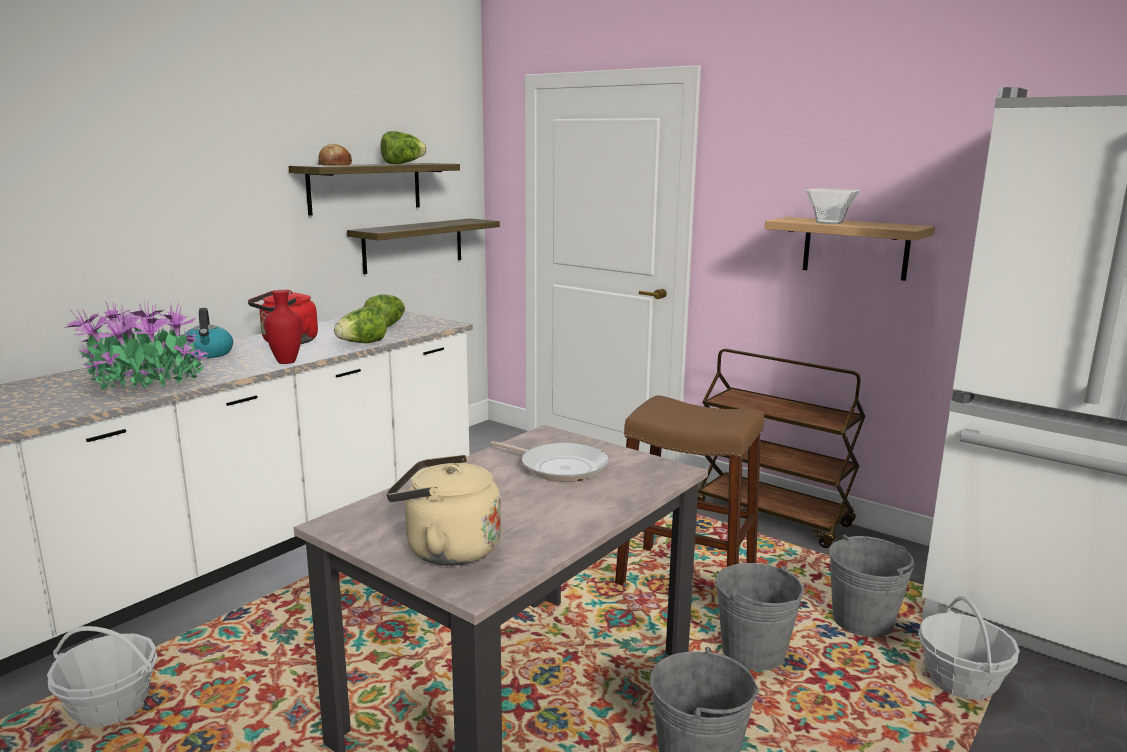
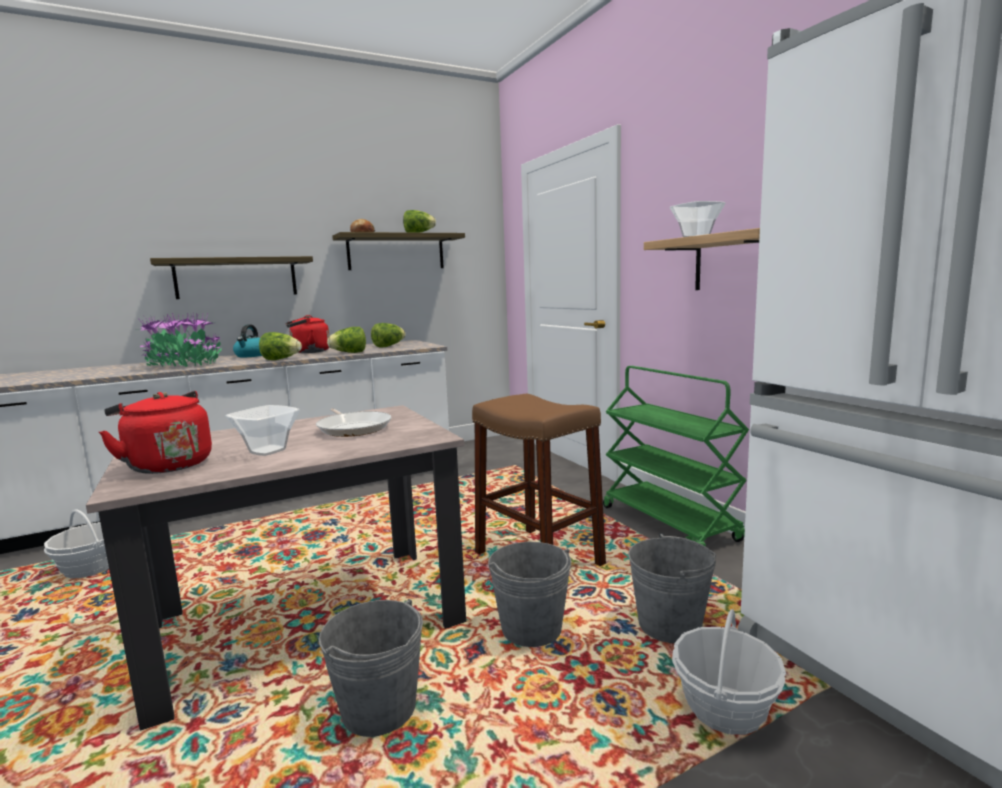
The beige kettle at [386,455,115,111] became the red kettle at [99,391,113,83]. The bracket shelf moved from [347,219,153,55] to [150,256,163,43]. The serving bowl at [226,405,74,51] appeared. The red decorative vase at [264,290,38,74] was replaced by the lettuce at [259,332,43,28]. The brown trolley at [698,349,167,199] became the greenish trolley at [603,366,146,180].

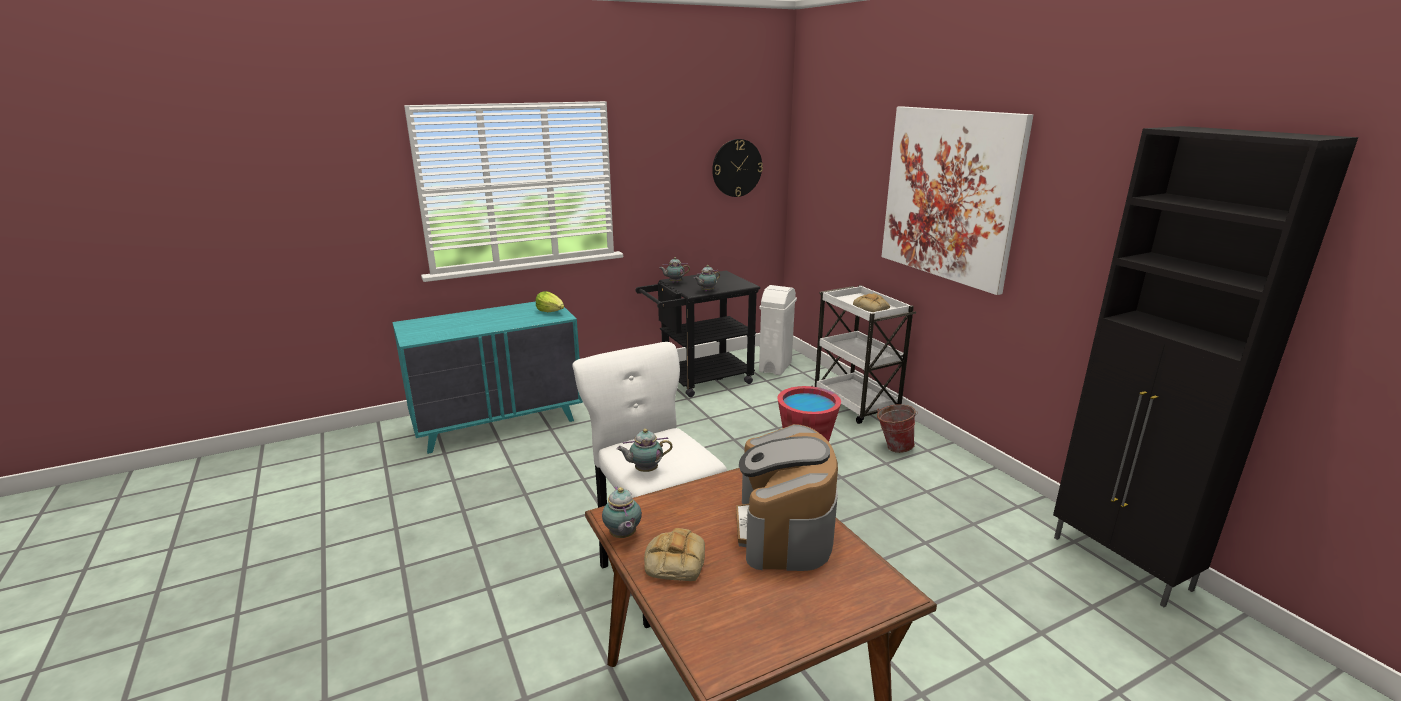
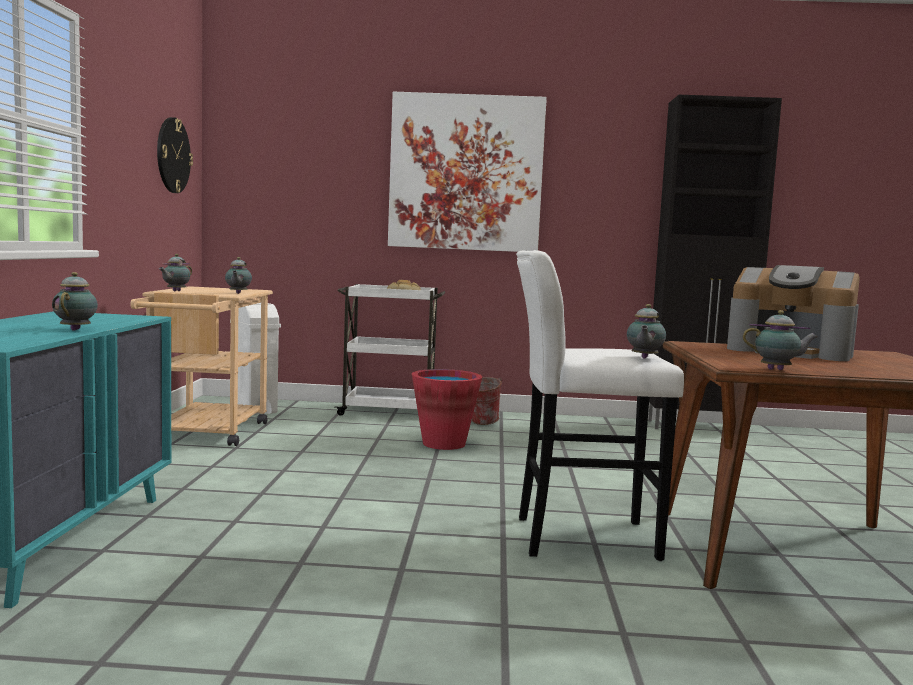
The pot for tea at [52,272,46,59] appeared. The black trolley at [635,270,125,127] became the beige trolley at [130,286,143,160]. The lettuce at [536,291,28,21] disappeared. The baked bread at [644,528,61,53] disappeared.

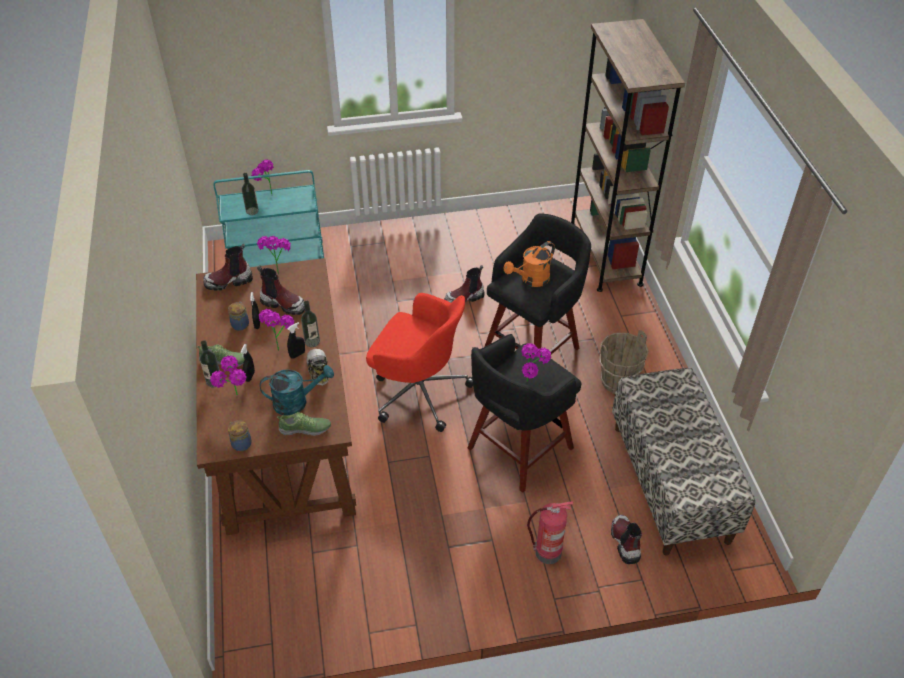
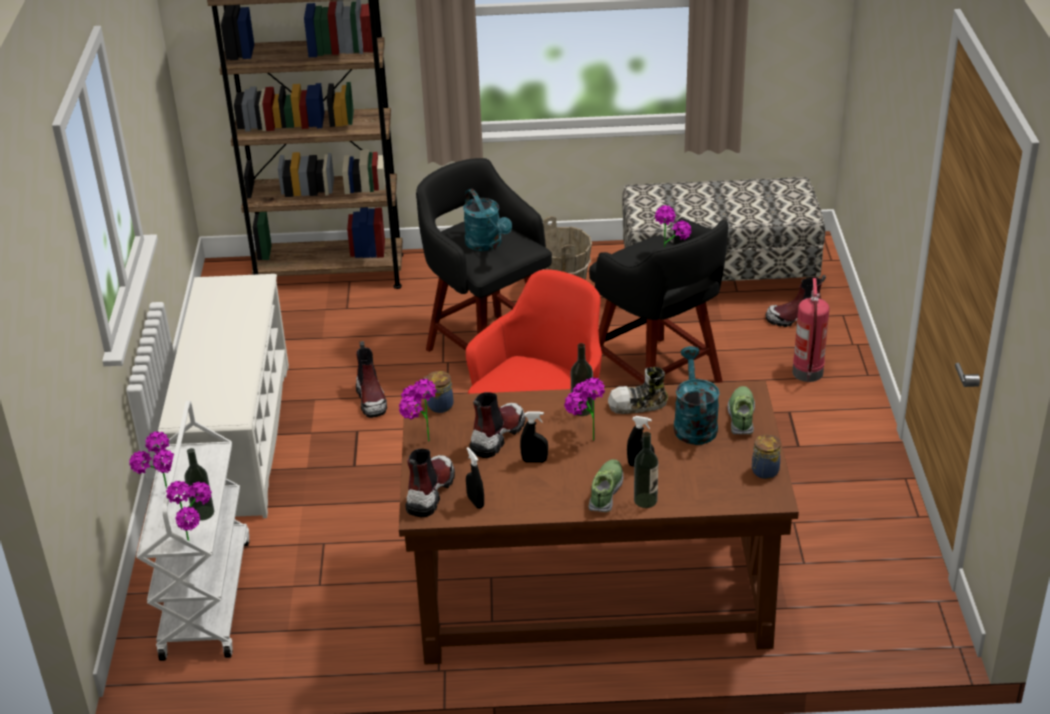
The blue-green trolley at [214,170,110,97] became the white-coloured trolley at [136,401,114,260]. The white-coloured shoe rack at [158,274,131,244] appeared. The plant in a pot moved from [210,355,37,40] to [166,481,46,60]. The tall boot at [203,244,50,47] turned 150 degrees counterclockwise. The jar moved from [228,302,21,29] to [424,371,30,42]. The orange sprinkling can at [503,241,52,46] became the blue-green sprinkling can at [463,189,49,62]. The black sprayer moved from [287,322,18,37] to [466,447,18,62].

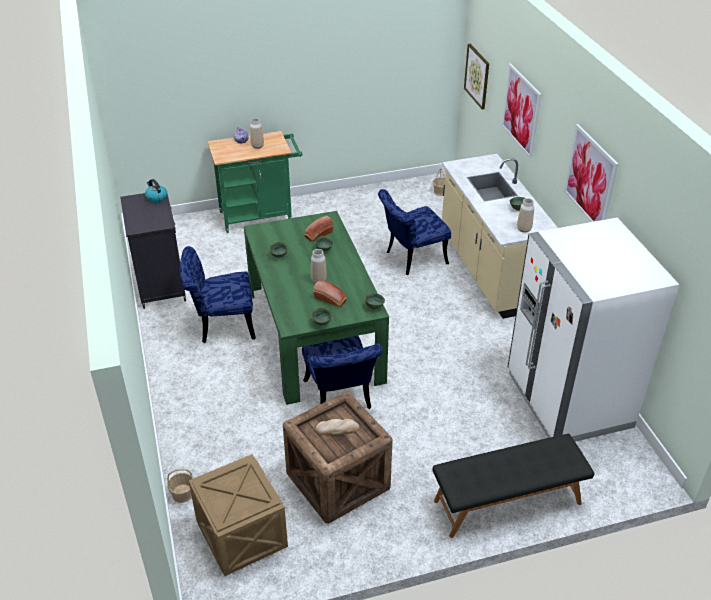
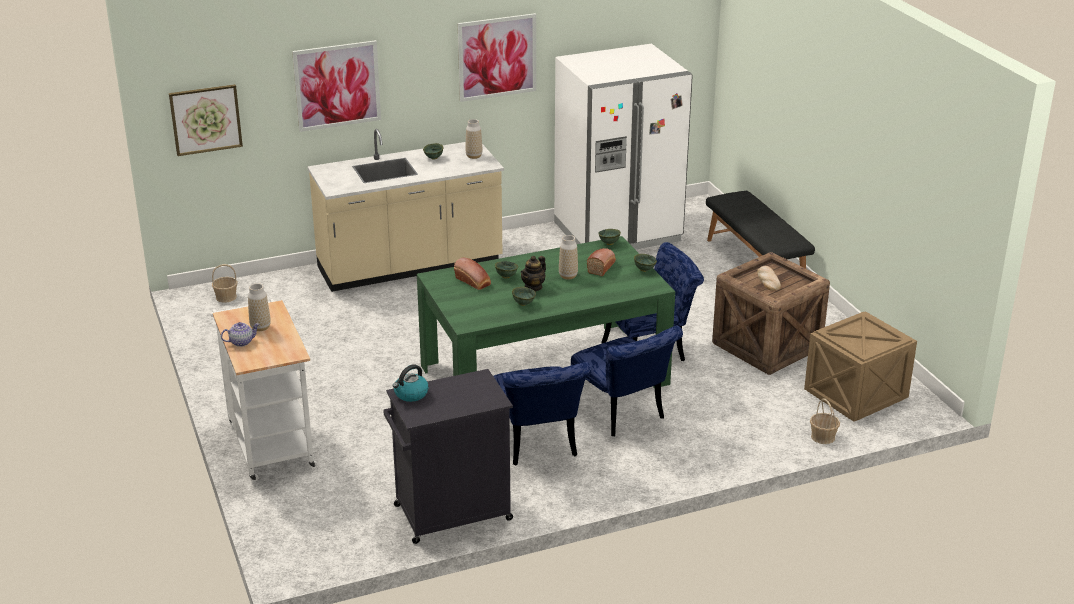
The greenish trolley at [208,131,94,102] became the white-coloured trolley at [210,299,108,183]. The pot for tea at [521,256,25,36] appeared. The blue plain chair moved from [378,189,73,86] to [571,325,112,111].

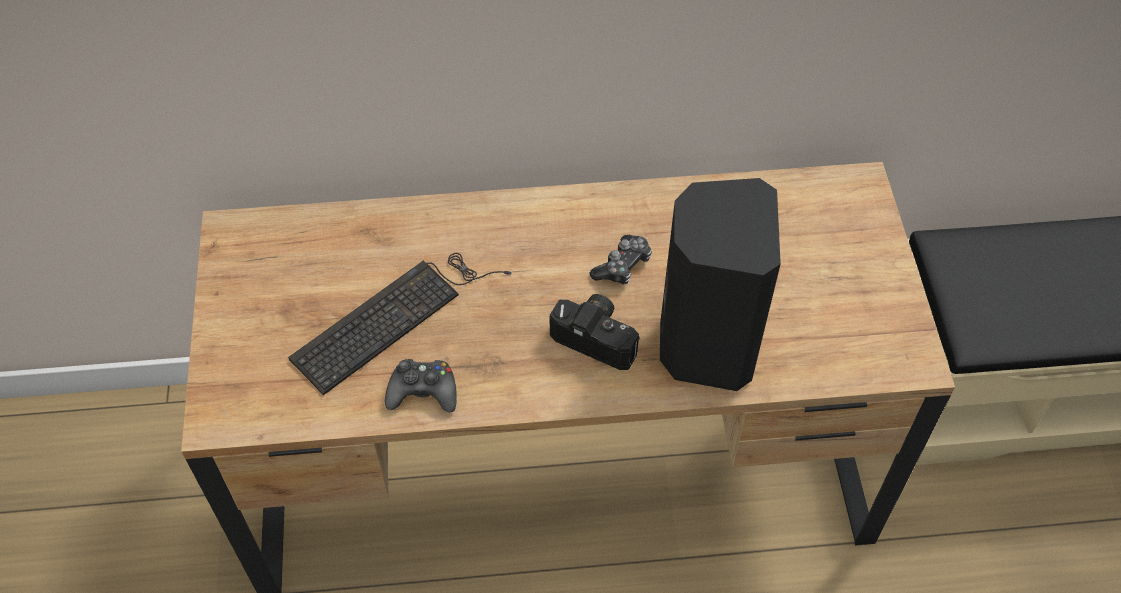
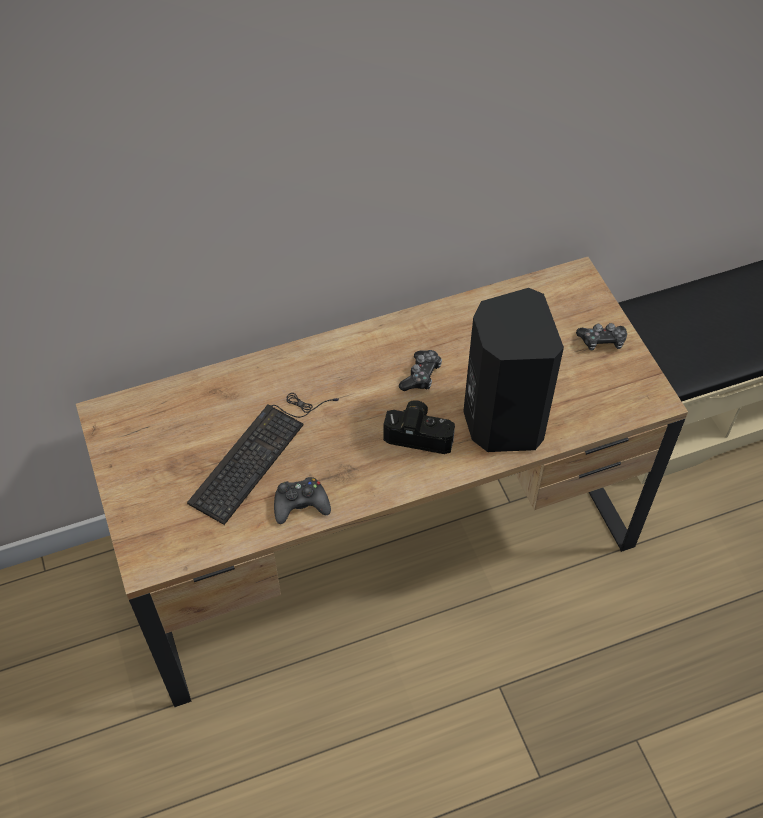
The gamepad at [576,323,51,27] appeared.

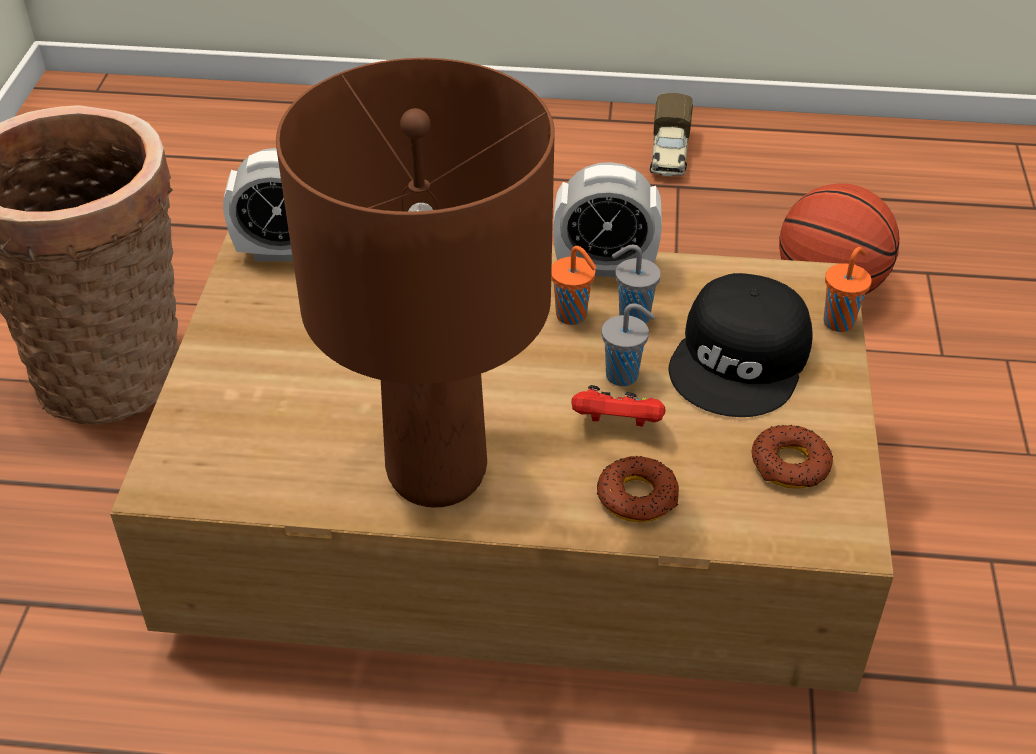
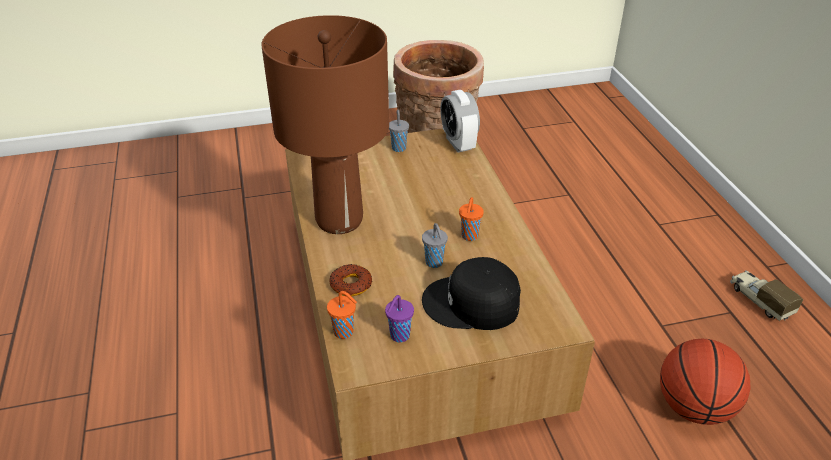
The orange small cup moved from [823,247,49,85] to [327,291,30,48]. The ring doughnut at [751,425,82,64] was replaced by the purple-coloured small cup at [385,295,29,47]. The gray small cup moved from [612,245,49,79] to [389,109,20,43]. The toy truck at [650,93,43,83] turned 75 degrees clockwise. The alarm clock at [553,162,109,115] disappeared. The red gamepad at [571,385,94,42] disappeared.

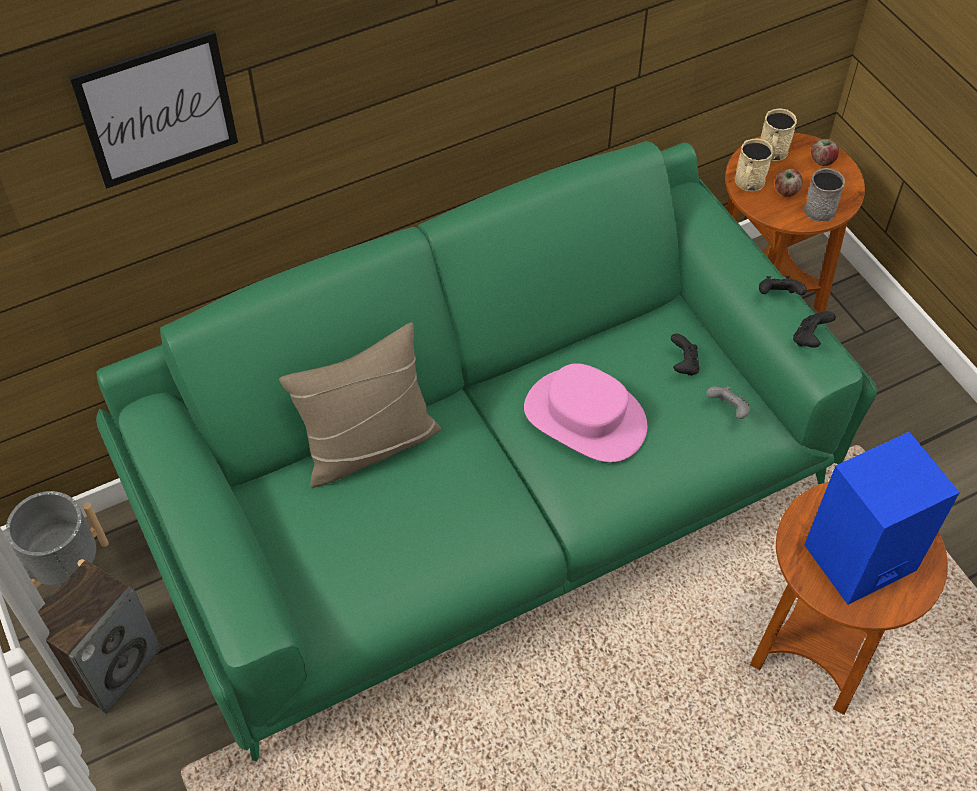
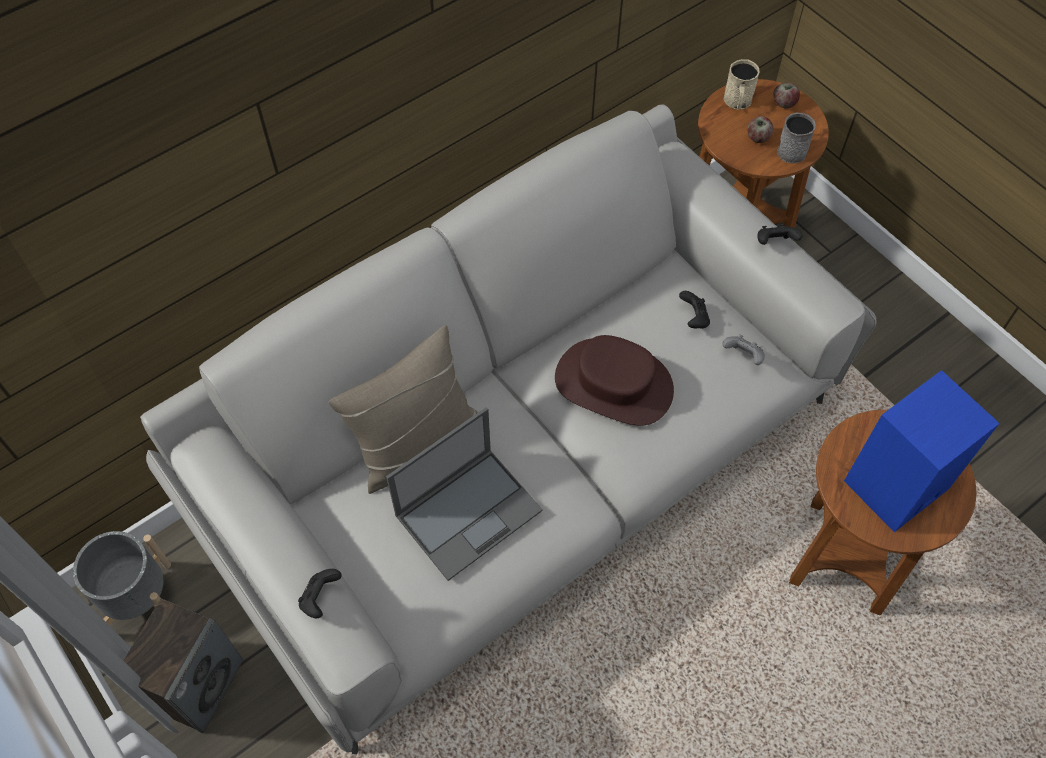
The greenish sofa at [96,141,781,621] became the gray sofa at [140,104,737,651]. The black gamepad moved from [793,311,43,37] to [298,569,44,49]. The laptop at [386,407,157,174] appeared. The pink-coloured clothing hat at [524,363,123,99] became the brown clothing hat at [555,335,119,91]. The picture at [69,30,169,159] disappeared. The beige coffee mug at [735,138,38,54] disappeared.

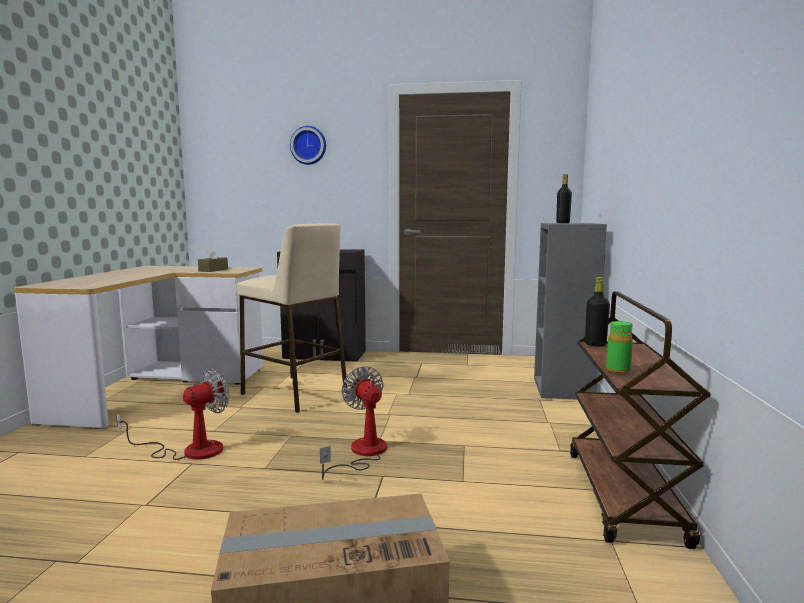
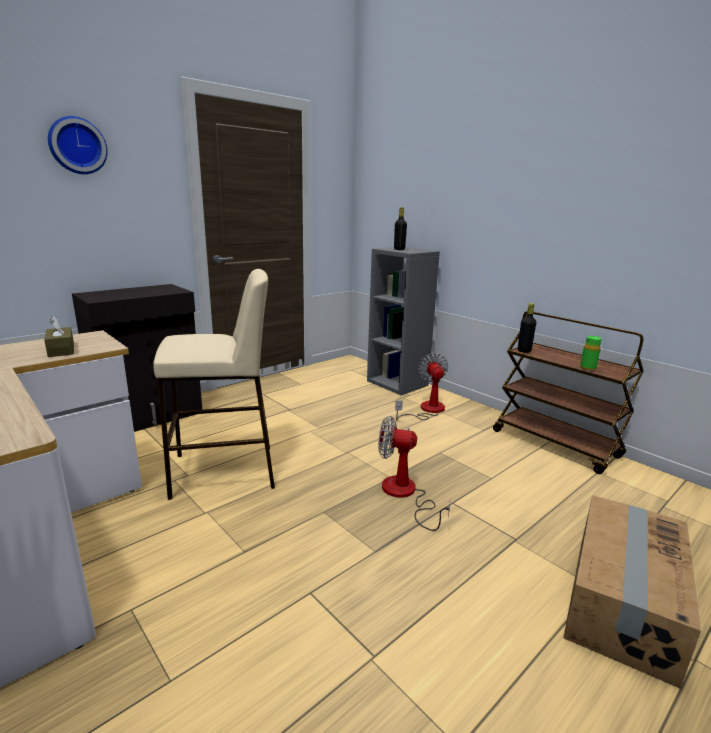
The cooling fan moved from [116,369,113,91] to [395,353,53,68].

